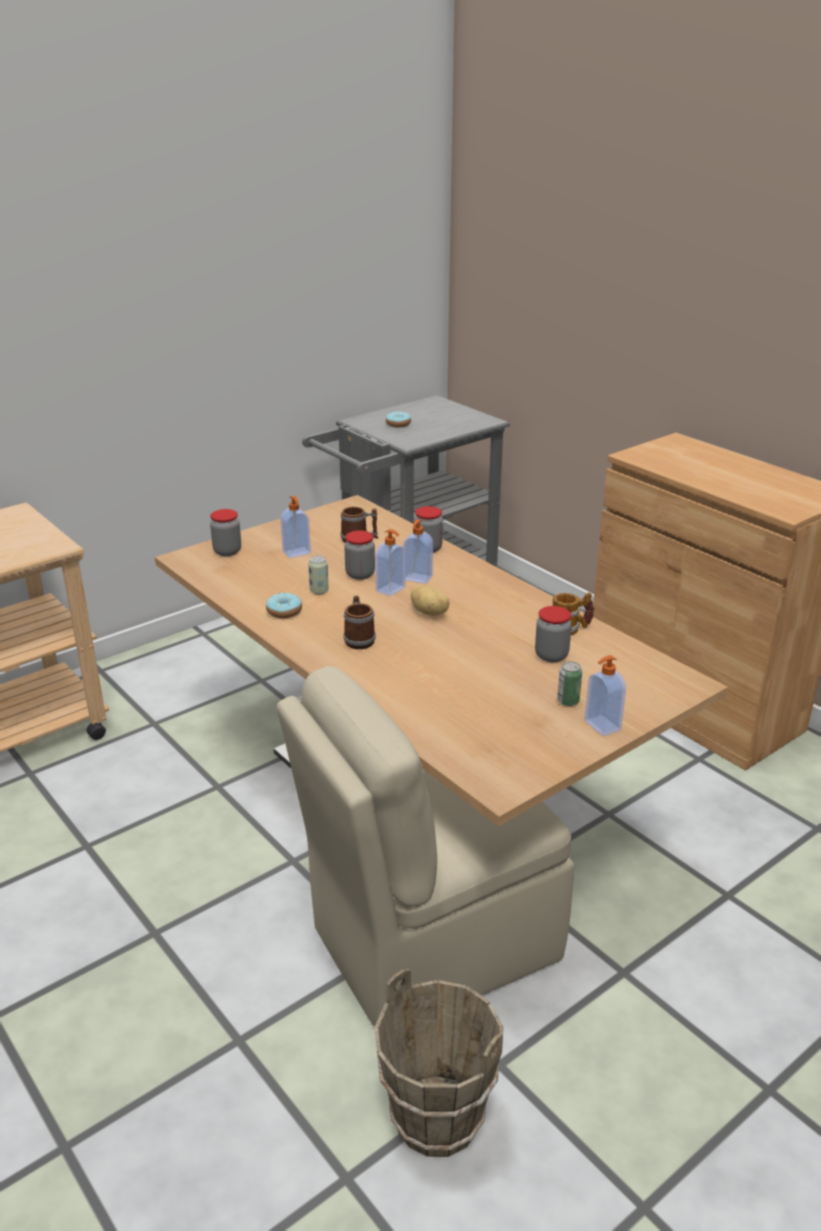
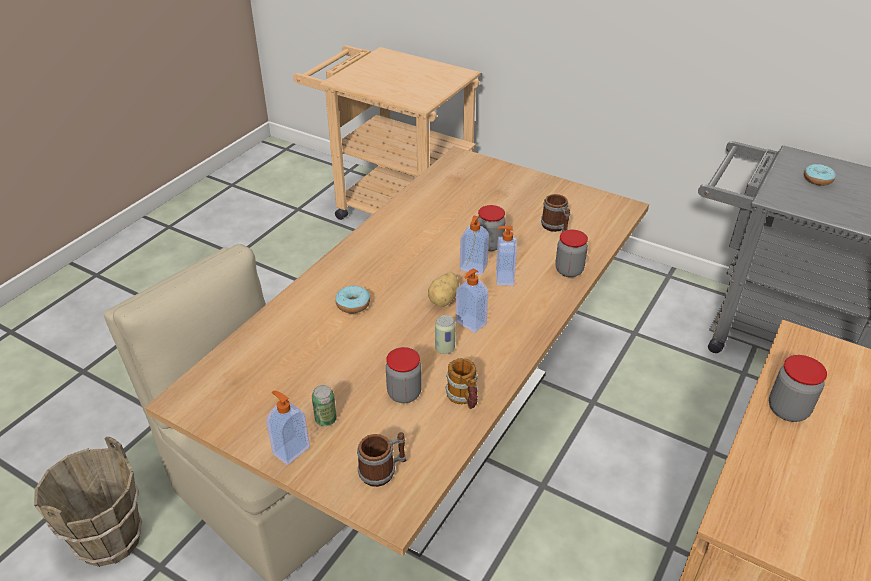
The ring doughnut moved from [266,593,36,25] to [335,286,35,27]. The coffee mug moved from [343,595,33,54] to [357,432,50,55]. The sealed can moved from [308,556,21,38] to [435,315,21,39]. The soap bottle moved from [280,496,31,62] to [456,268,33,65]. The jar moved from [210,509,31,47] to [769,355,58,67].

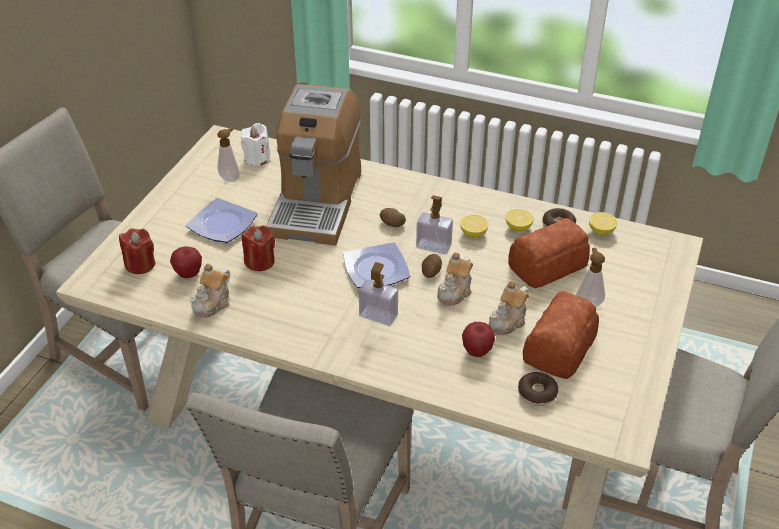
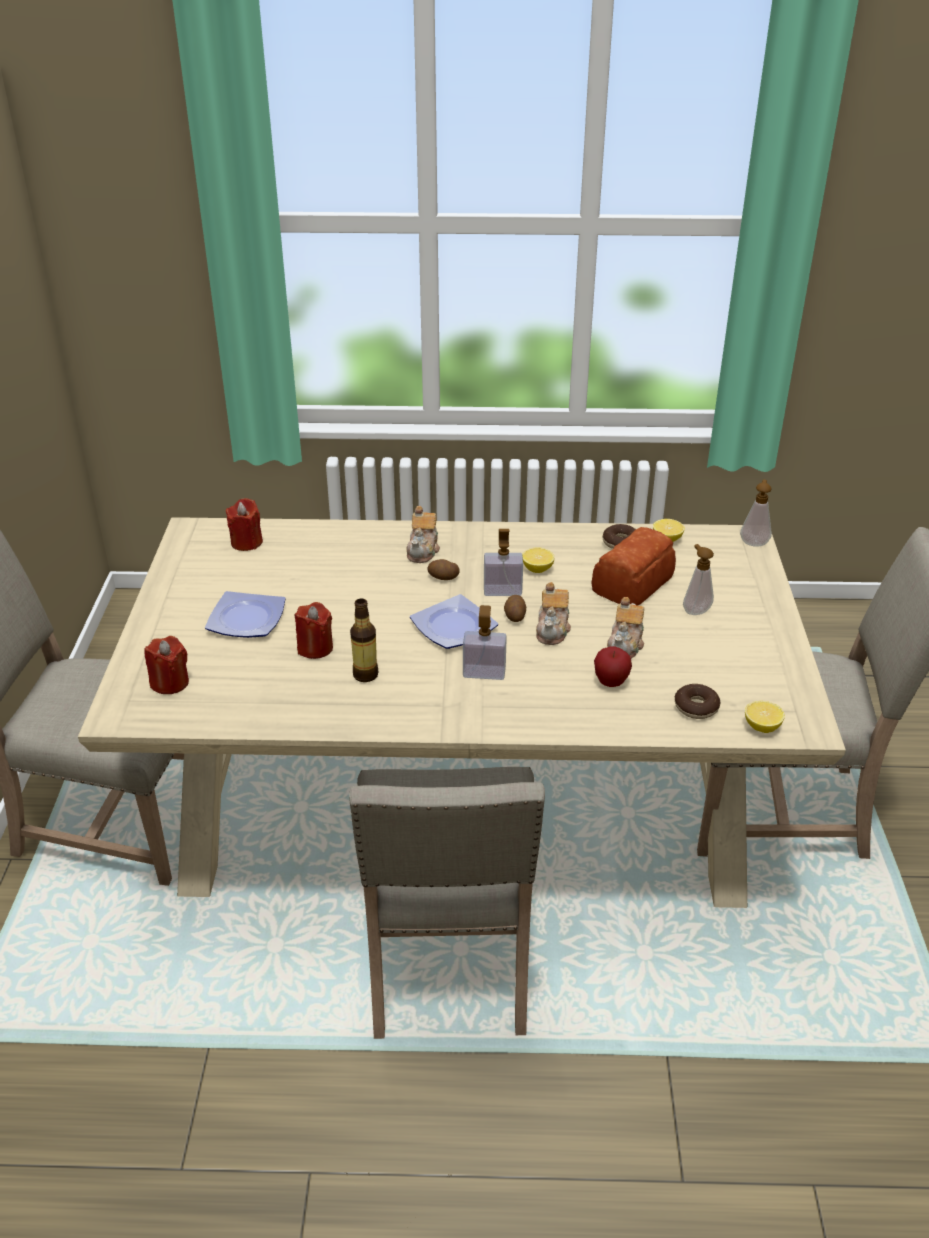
The white-coloured wax candle at [241,123,29,43] became the red wax candle at [226,498,37,53]. The drink bottle at [350,598,28,84] appeared. The pot for tea moved from [189,264,41,54] to [407,506,33,57]. The soap bottle moved from [217,127,23,55] to [740,480,32,67]. The whole lemon moved from [505,209,29,23] to [745,701,40,32]. The apple fruit at [170,247,32,31] disappeared. The coffee brewer at [266,84,95,162] disappeared. The baked bread at [523,292,76,87] disappeared.

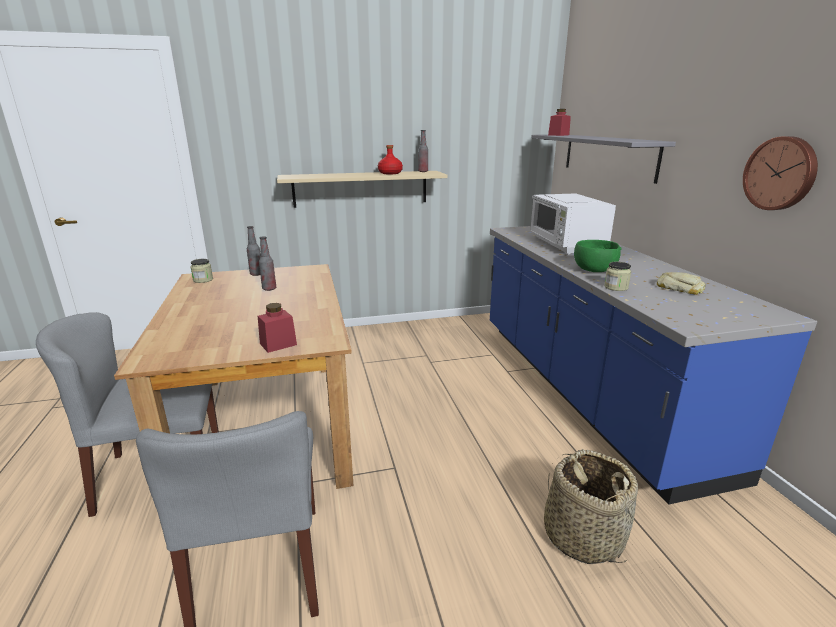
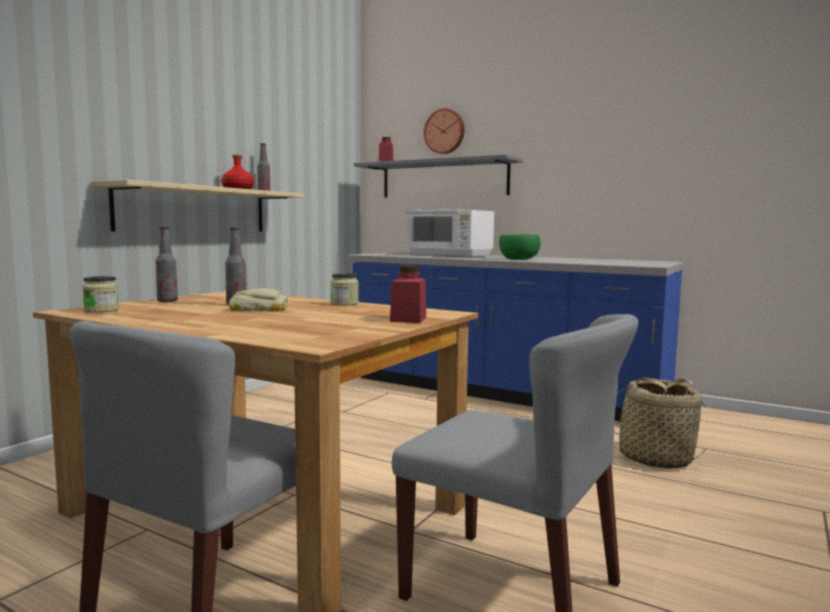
The baked bread moved from [657,272,49,22] to [229,288,59,23]. The jar moved from [604,262,27,29] to [330,273,29,32]. The clock on the wall moved from [743,136,75,74] to [424,108,40,46].

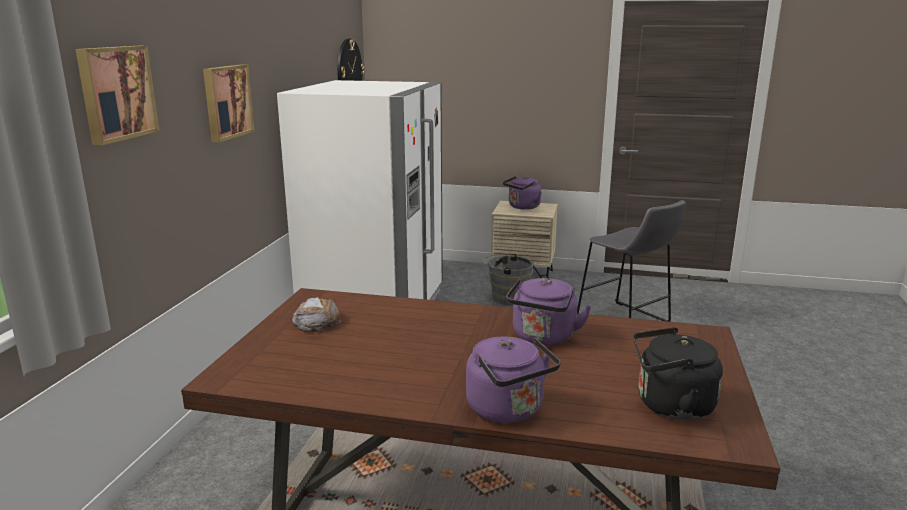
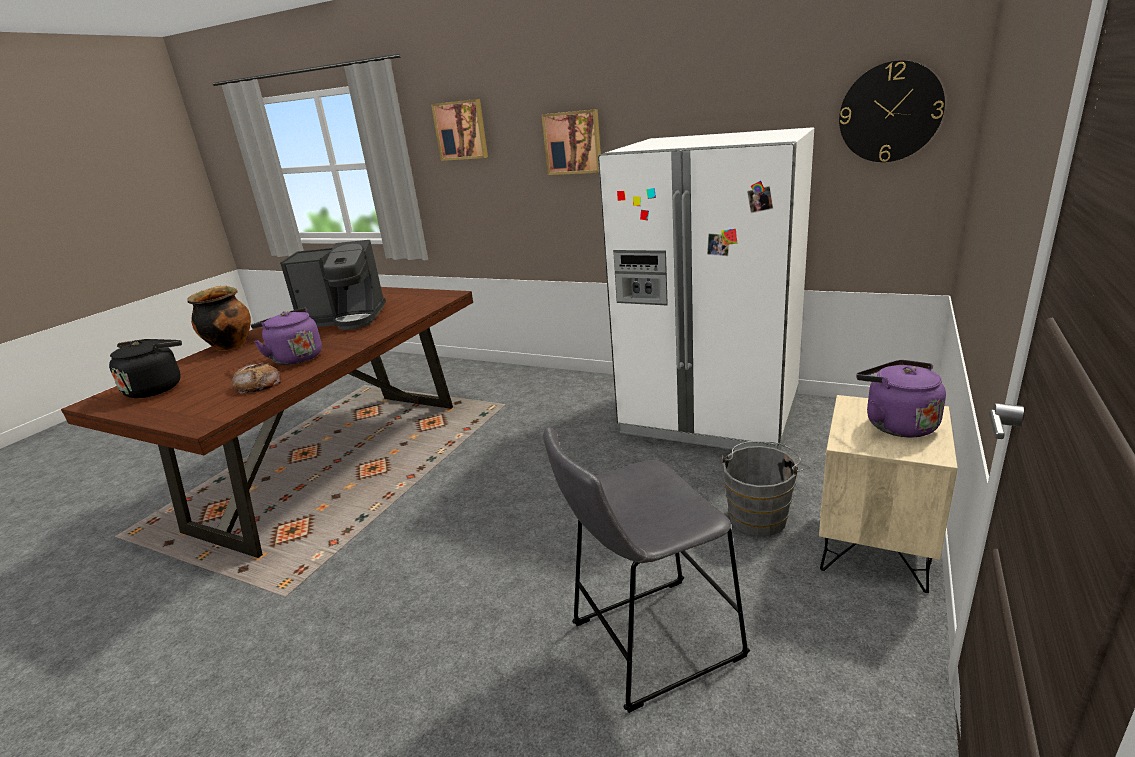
The purple-coloured kettle at [466,337,95,86] was replaced by the stockpot at [187,286,64,65]. The baked bread moved from [292,297,50,35] to [232,363,49,31]. The coffee brewer at [280,240,106,90] appeared.

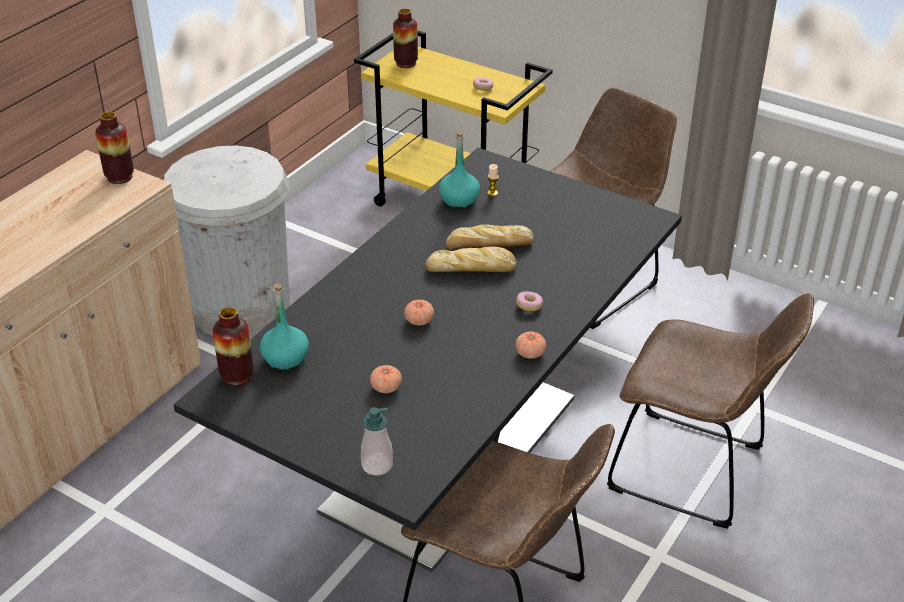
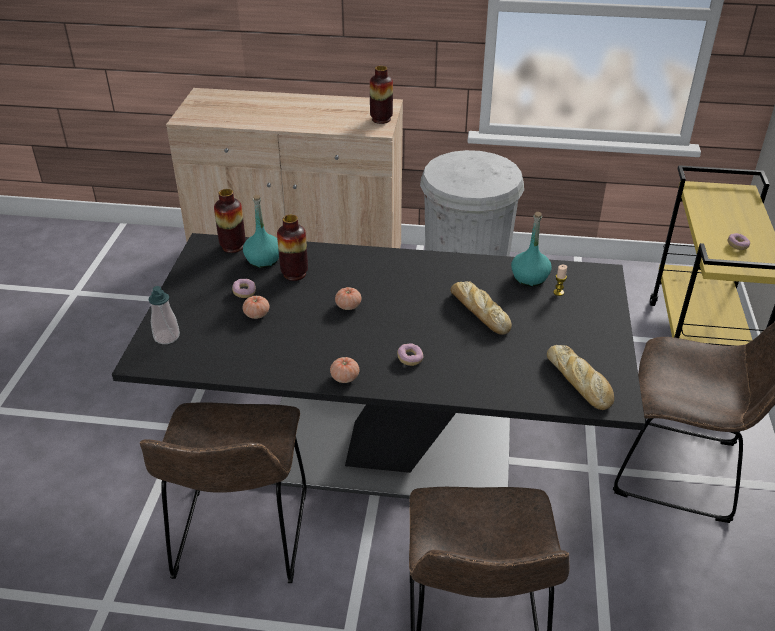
The ring doughnut at [232,279,24,19] appeared. The decorative vase moved from [393,8,25,60] to [277,215,31,66]. The baked bread moved from [425,246,91,26] to [547,345,67,65].

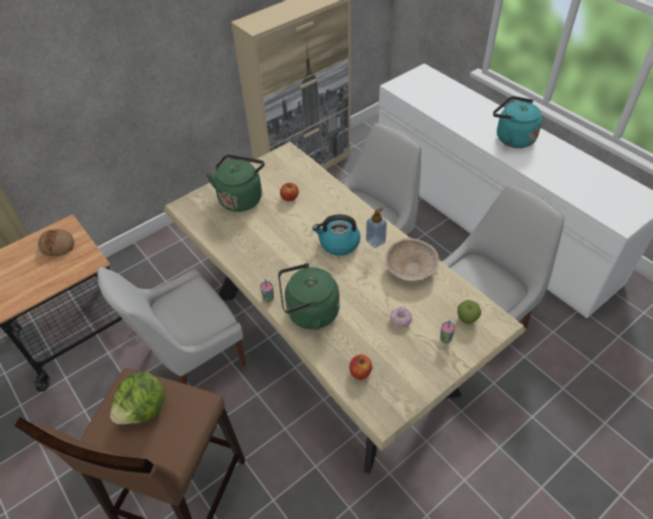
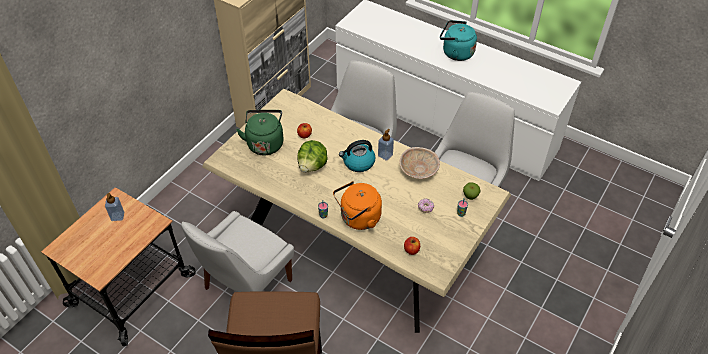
The baked bread at [38,229,36,27] was replaced by the soap bottle at [105,193,19,28]. The lettuce moved from [110,373,55,51] to [297,140,31,32]. The greenish kettle at [278,263,62,67] became the orange kettle at [333,181,49,49].

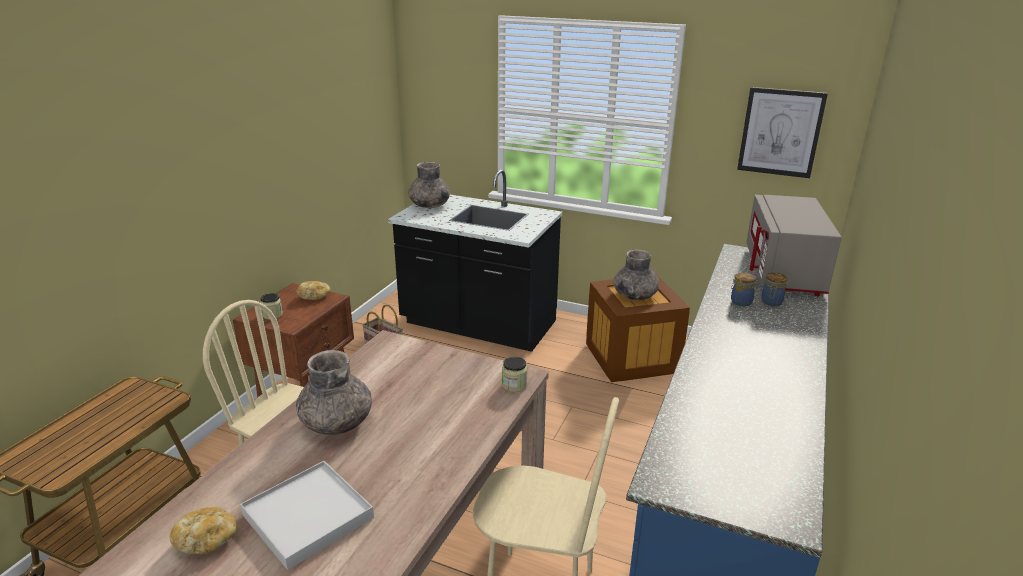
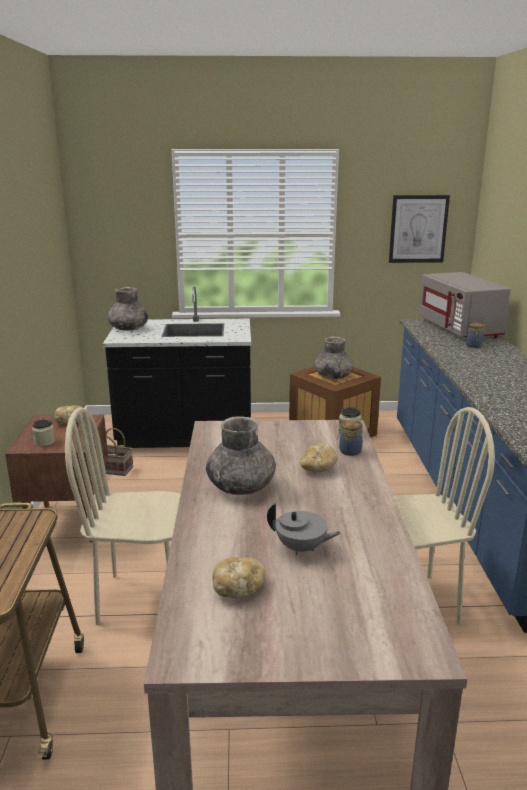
The white-coloured serving tray at [240,461,134,109] was replaced by the gray pot for tea at [267,503,74,53]. The baked bread at [300,443,38,29] appeared. The jar moved from [731,273,25,34] to [337,420,26,36].

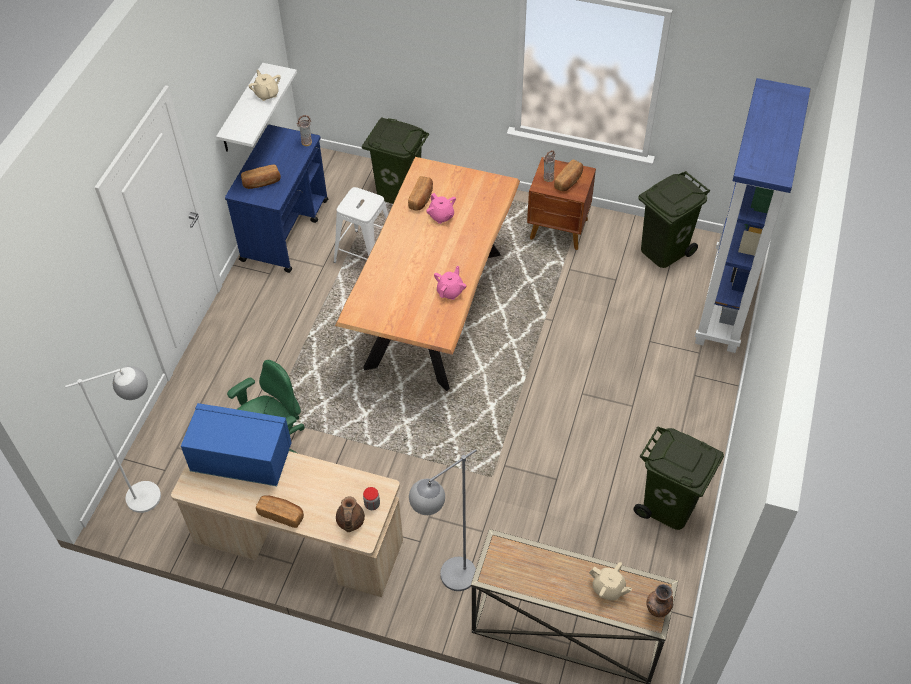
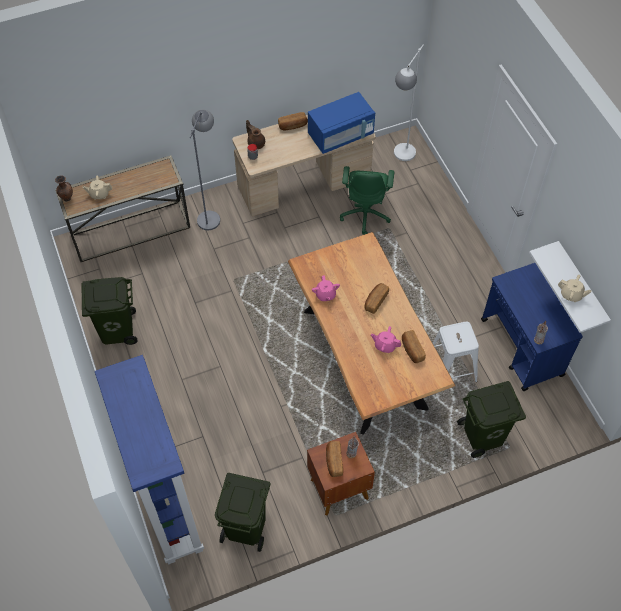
The baked bread moved from [241,165,40,24] to [365,283,24,31].

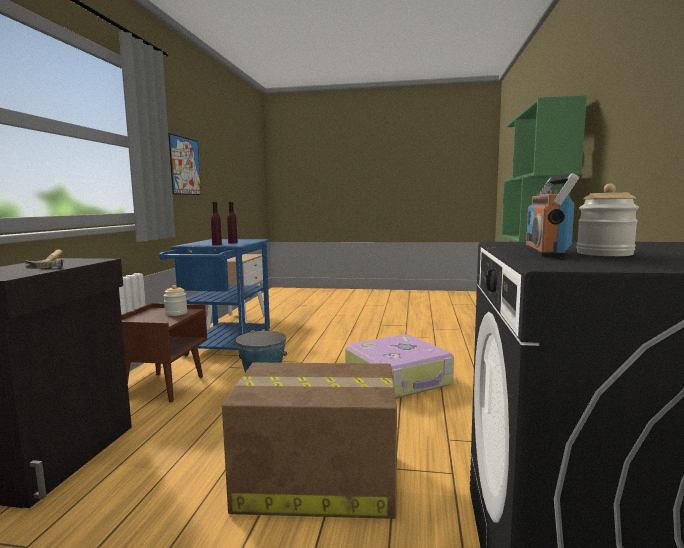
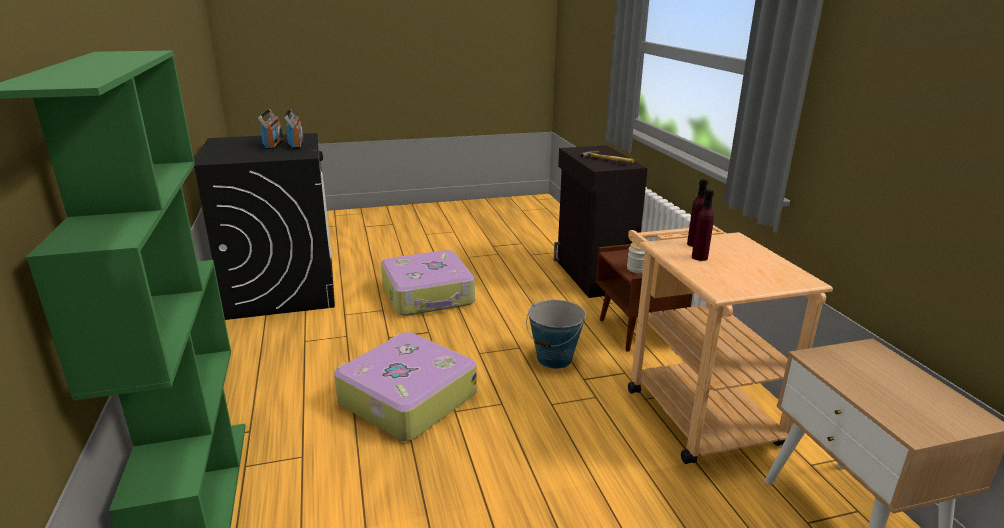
The jar at [576,184,63,72] was replaced by the radio receiver at [258,109,25,40]. The packing box at [222,363,175,156] was replaced by the travel case at [381,250,94,66]. The blue trolley at [159,239,111,120] became the beige trolley at [628,225,205,239]. The picture at [168,133,33,62] disappeared.

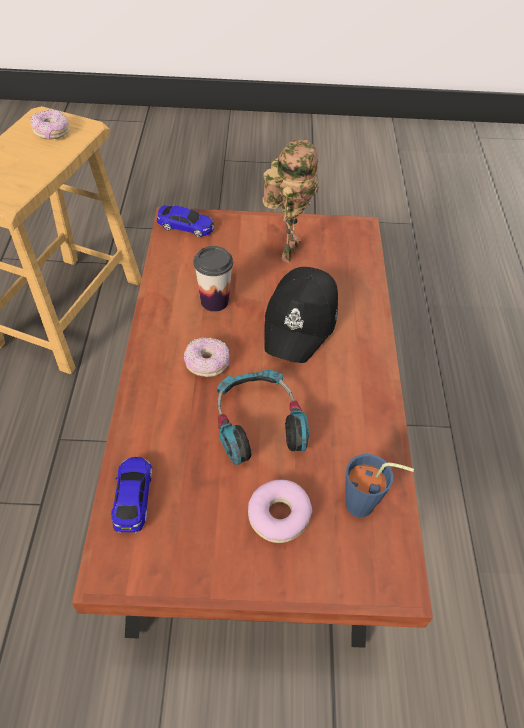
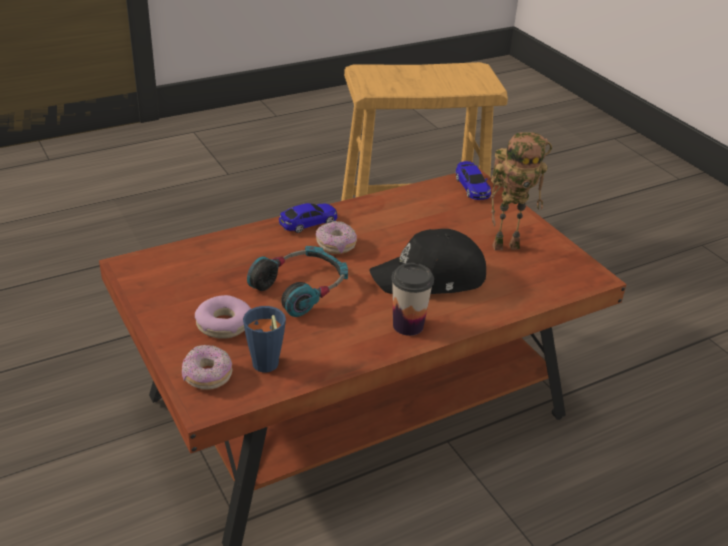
The ring doughnut moved from [30,109,40,31] to [182,345,51,45]. The model car moved from [112,457,40,76] to [279,203,58,30]. The small cup moved from [194,246,39,66] to [391,263,43,73].

